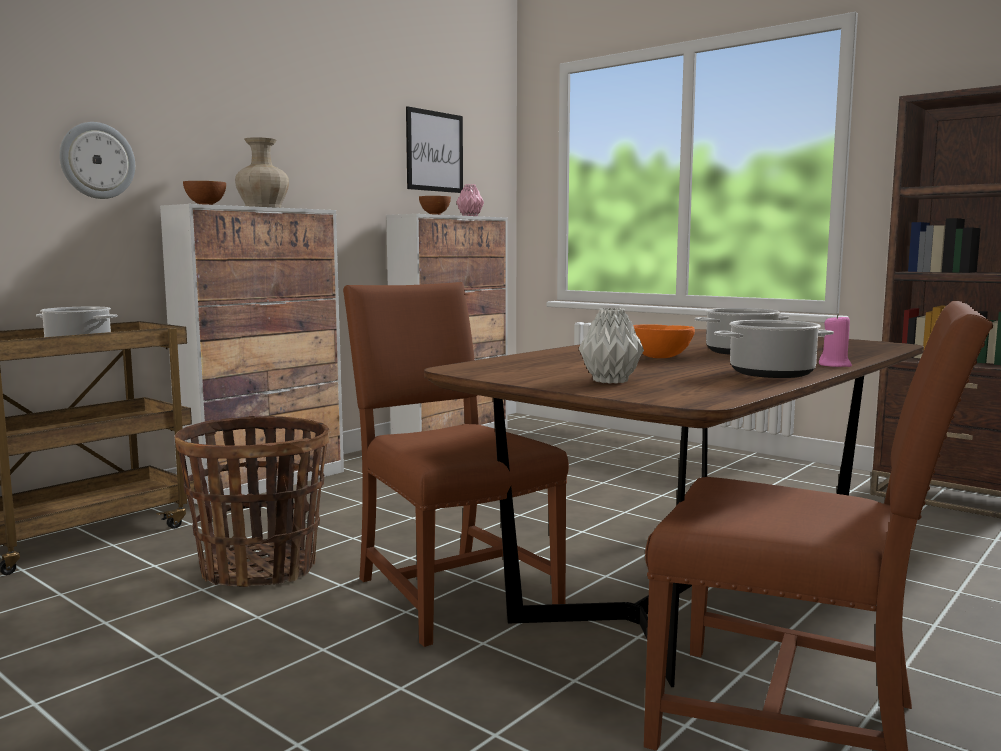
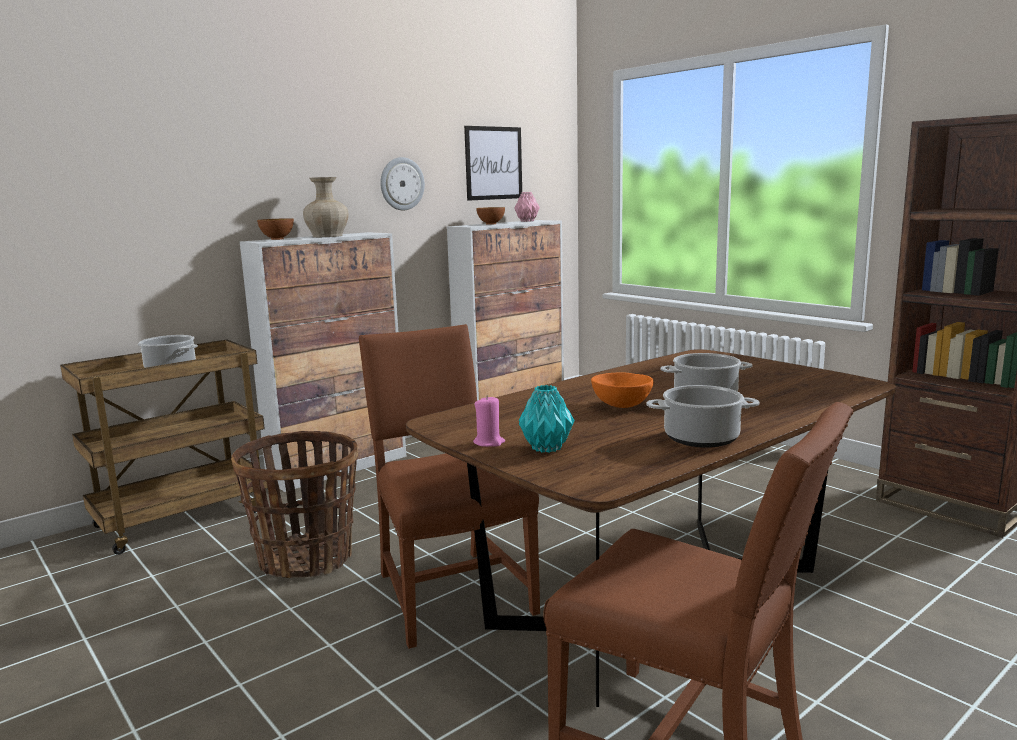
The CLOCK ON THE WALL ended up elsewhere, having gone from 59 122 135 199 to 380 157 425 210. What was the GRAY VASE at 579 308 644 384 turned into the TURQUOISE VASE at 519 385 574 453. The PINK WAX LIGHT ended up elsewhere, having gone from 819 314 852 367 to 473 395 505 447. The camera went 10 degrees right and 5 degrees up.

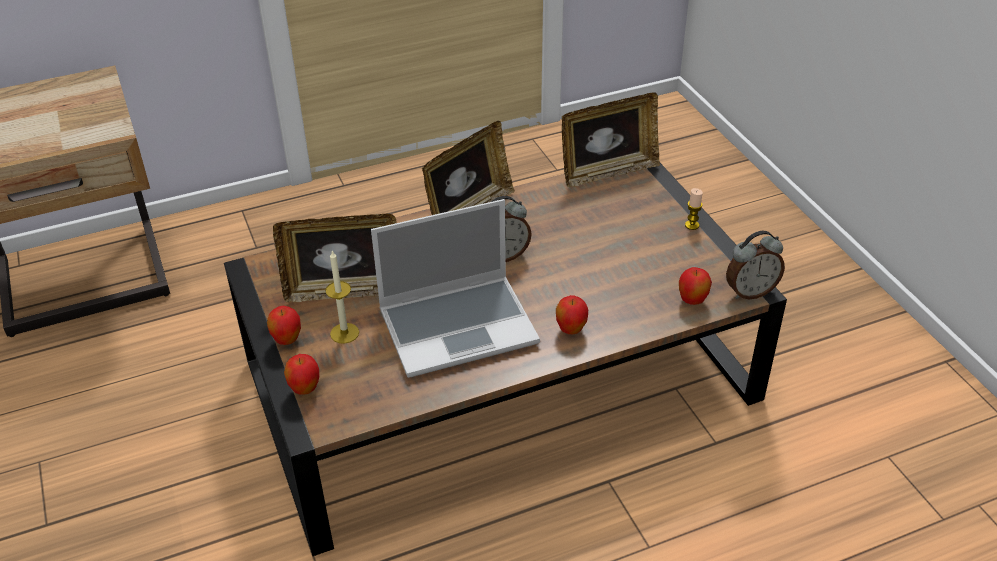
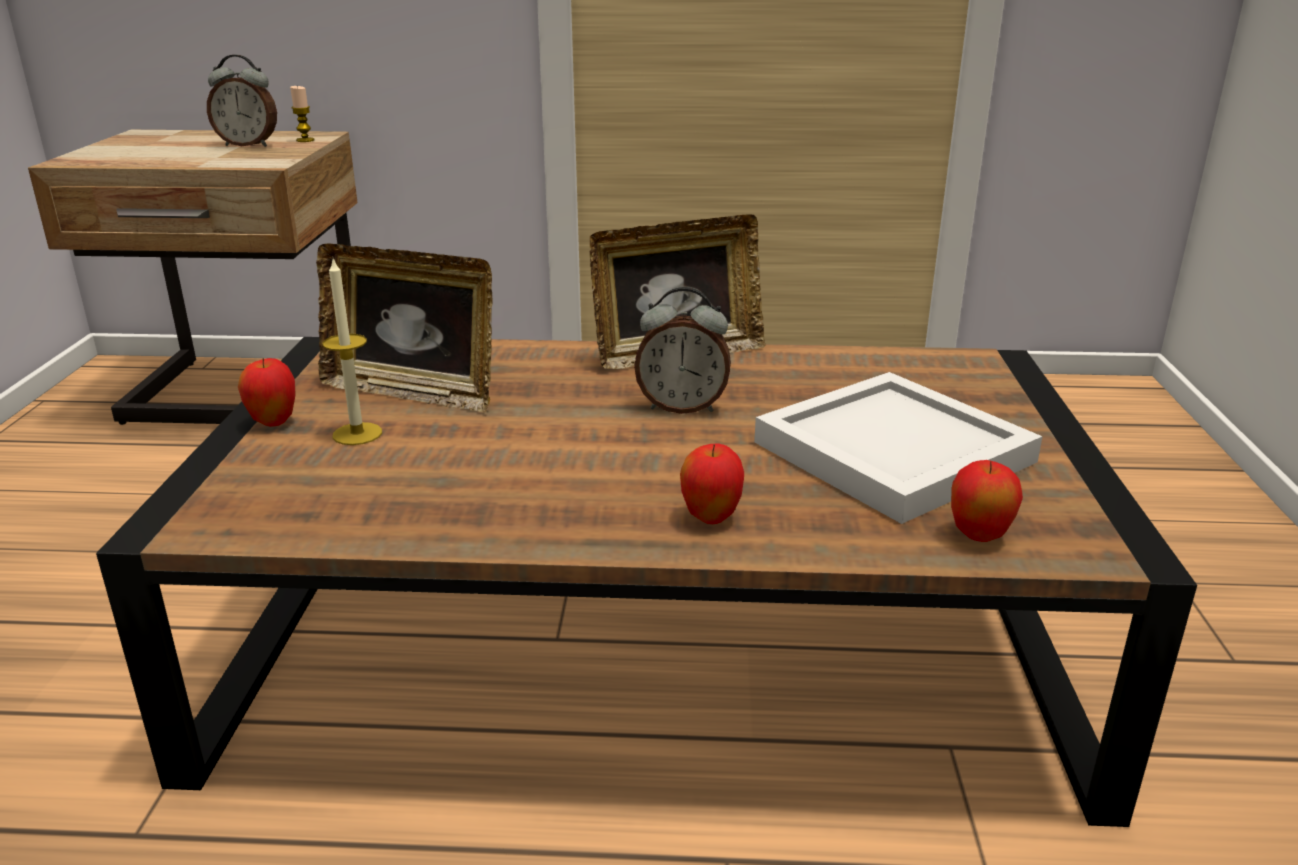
The second view lost the PICTURE FRAME at 562 93 660 187. The WAX LIGHT ended up elsewhere, having gone from 685 188 703 230 to 290 85 314 142. The second view lost the LAPTOP at 371 199 540 378. The TABLE CLOCK ended up elsewhere, having gone from 726 231 785 299 to 207 55 277 147. The second view lost the WHOLE APPLE at 284 354 320 395. The second view gained the WHITE SERVING TRAY at 754 372 1043 524. The camera went 25 degrees right and 15 degrees down.

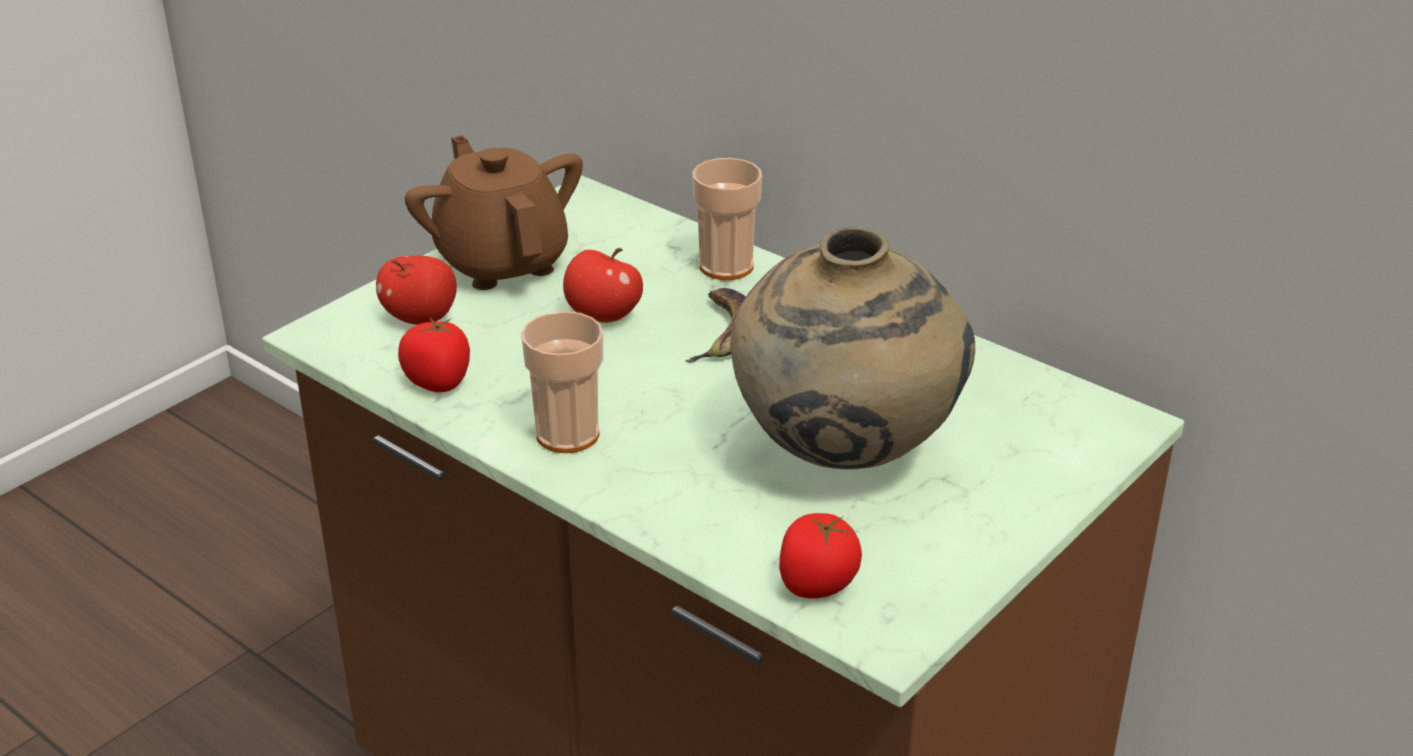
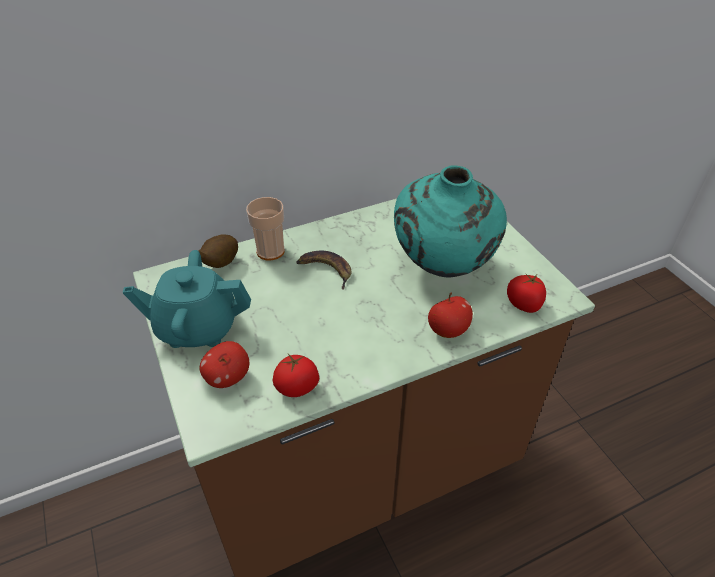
What was the BROWN TEAPOT at 405 135 583 290 turned into the TURQUOISE TEAPOT at 122 250 251 348. What was the BEIGE-COLOURED VASE at 731 227 975 470 turned into the TURQUOISE VASE at 394 165 507 278. The WHOLE APPLE ended up elsewhere, having gone from 563 248 643 323 to 428 292 473 338. The second view lost the CUP at 521 311 603 453. The second view gained the POTATO at 199 234 238 268. The camera went 65 degrees left and 10 degrees up.

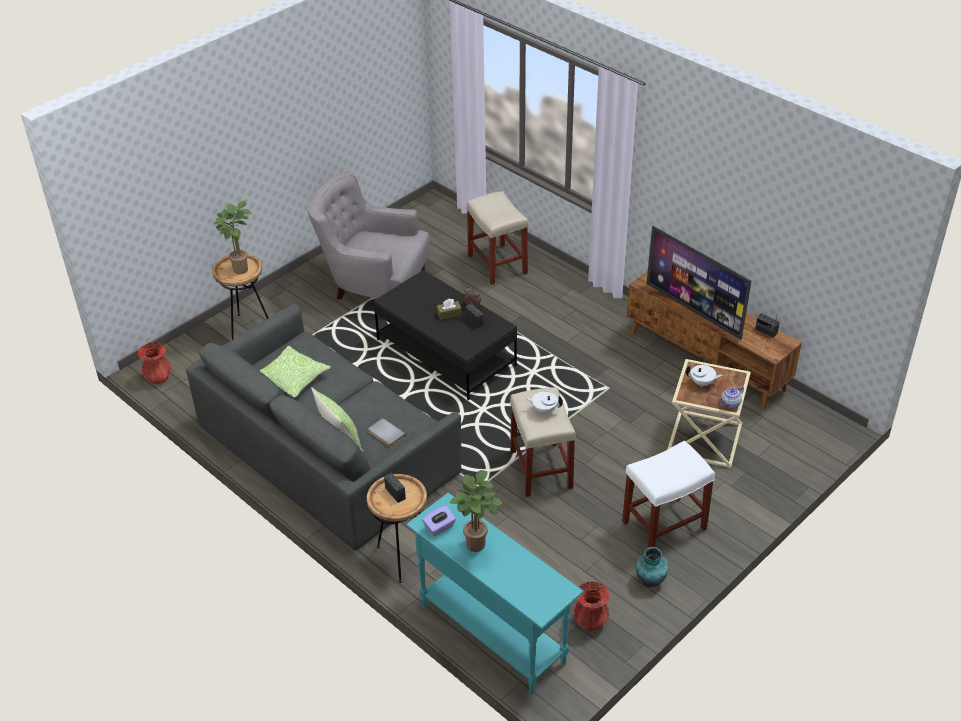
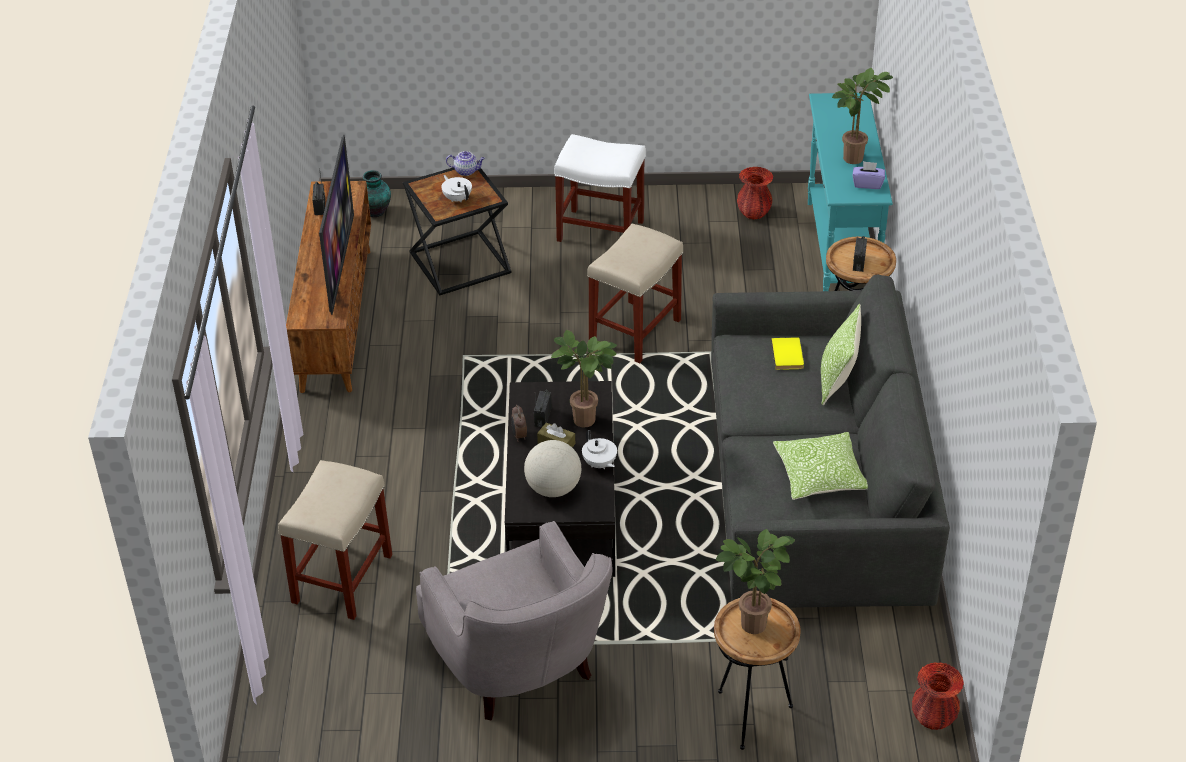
What was the BEIGE-COLOURED END TABLE at 667 359 751 468 turned into the BLACKISH END TABLE at 403 168 512 295. The WHITE TEAPOT ended up elsewhere, having gone from 525 392 563 415 to 582 430 617 469. What was the GRAY BOUND BOOK at 368 418 406 447 turned into the YELLOW BOUND BOOK at 771 337 804 370. The VASE ended up elsewhere, having gone from 636 547 668 588 to 363 170 391 217. The second view gained the PLANT IN A POT at 551 330 617 428. The second view gained the GLOBE at 524 440 581 497. The camera went 135 degrees left and 0 degrees up.

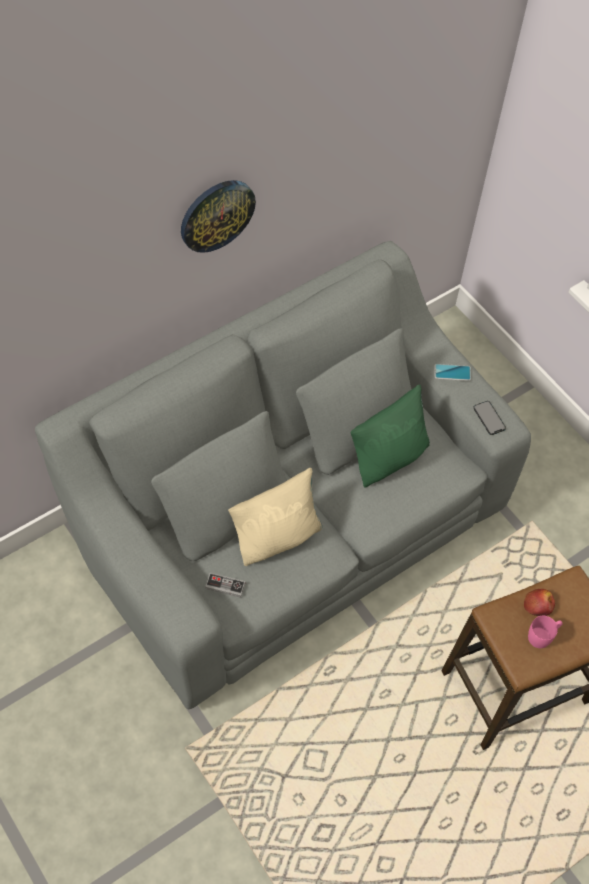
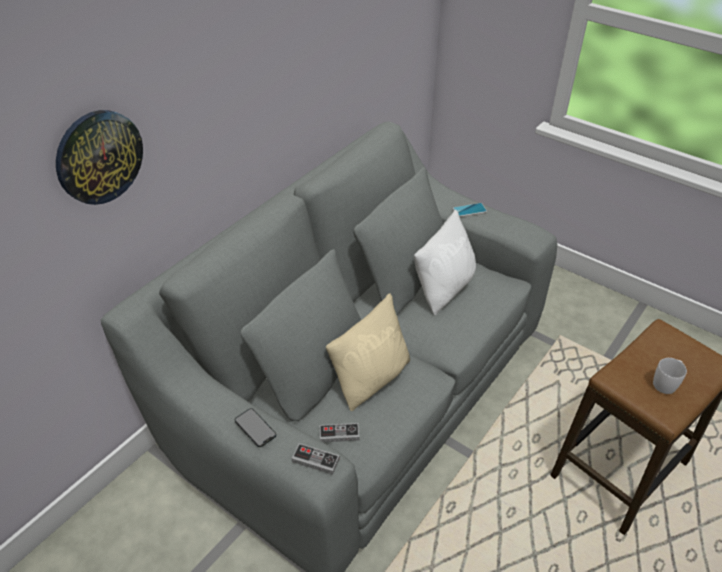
The CLOCK ON THE WALL ended up elsewhere, having gone from 181 180 256 253 to 56 110 143 205. What was the GREEN-COLOURED THROW PILLOW at 351 384 430 488 turned into the WHITE THROW PILLOW at 414 209 476 315. The HANDSET ended up elsewhere, having gone from 473 401 506 435 to 235 408 276 447. The second view lost the WHOLE APPLE at 524 589 555 616. What was the PINK COFFEE MUG at 528 616 563 648 turned into the WHITE COFFEE MUG at 653 358 687 394. The second view gained the GAMEPAD at 292 443 340 475. The camera went 15 degrees left and 15 degrees down.

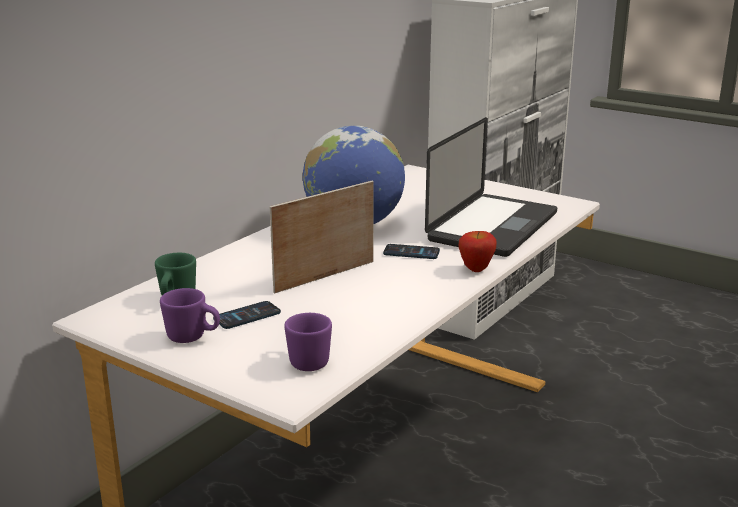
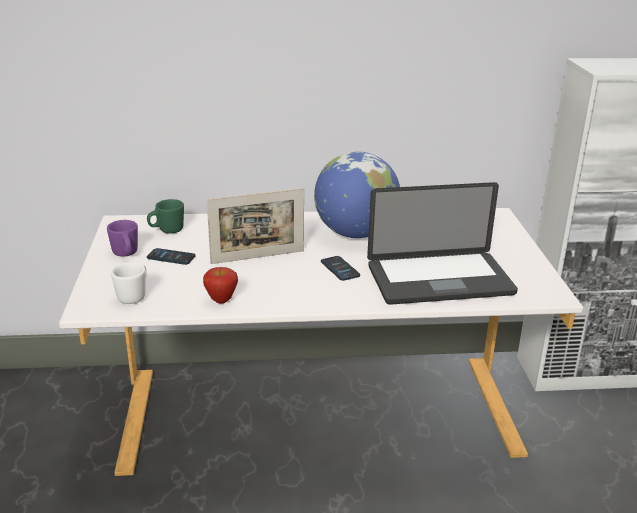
The PICTURE FRAME at 270 181 374 293 ended up facing another way, 150 degrees clockwise from before. The WHOLE APPLE ended up elsewhere, having gone from 459 231 496 272 to 203 267 238 304. What was the PURPLE COFFEE MUG at 284 313 332 371 turned into the WHITE COFFEE MUG at 111 262 147 304. The camera went 50 degrees right and 5 degrees up.

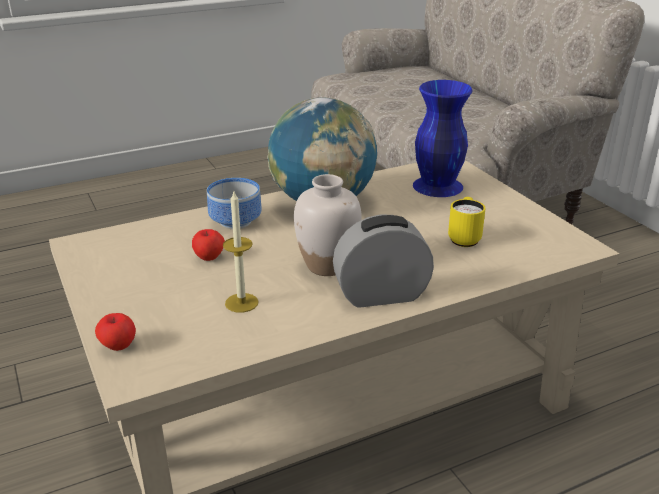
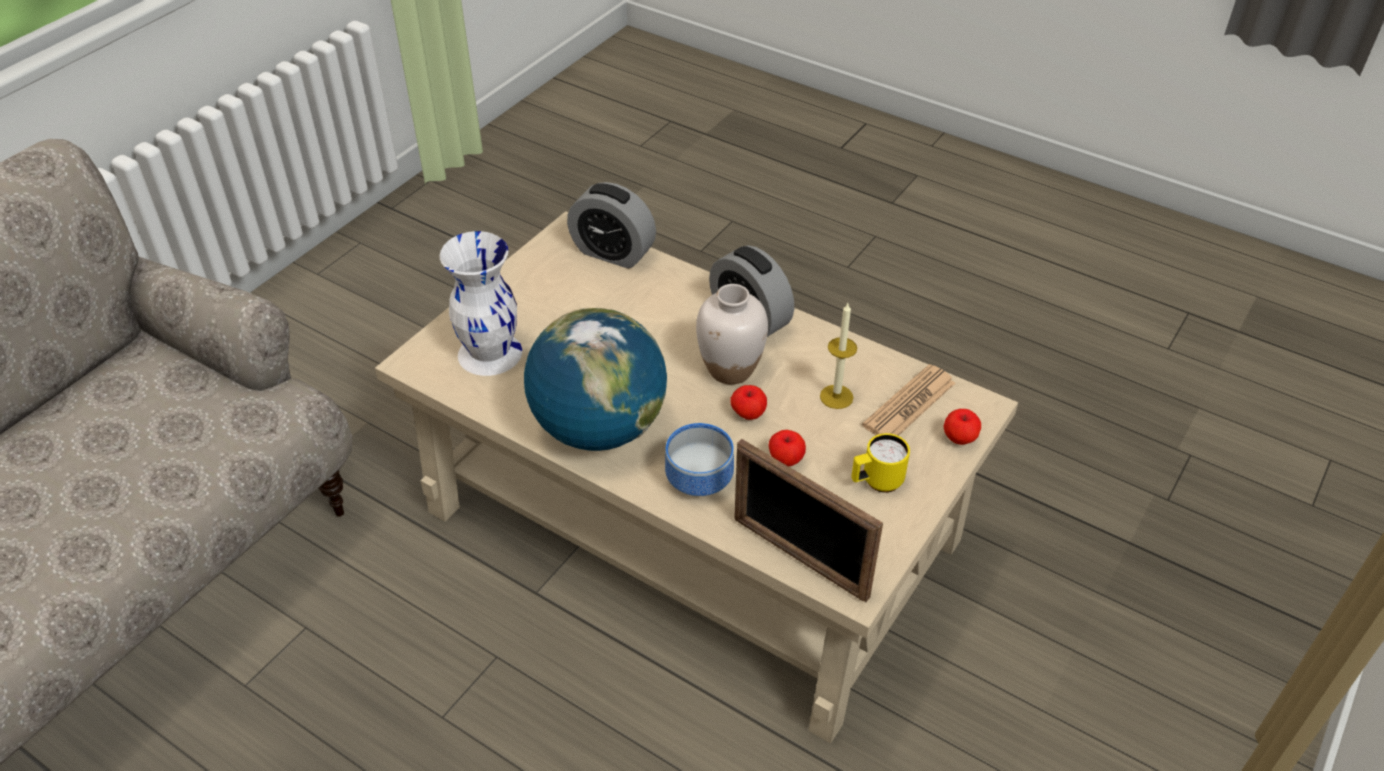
What was the BLUE-COLOURED VASE at 413 80 473 197 turned into the WHITE VASE at 439 231 522 376. The YELLOW COFFEE MUG ended up elsewhere, having gone from 448 197 486 247 to 851 433 910 493. The second view gained the TABLE CLOCK at 567 182 656 269. The second view gained the NEWSPAPER at 862 364 955 436. The second view gained the WHOLE APPLE at 730 385 767 420. The second view gained the PICTURE FRAME at 734 439 883 602. The camera went 120 degrees left and 15 degrees up.

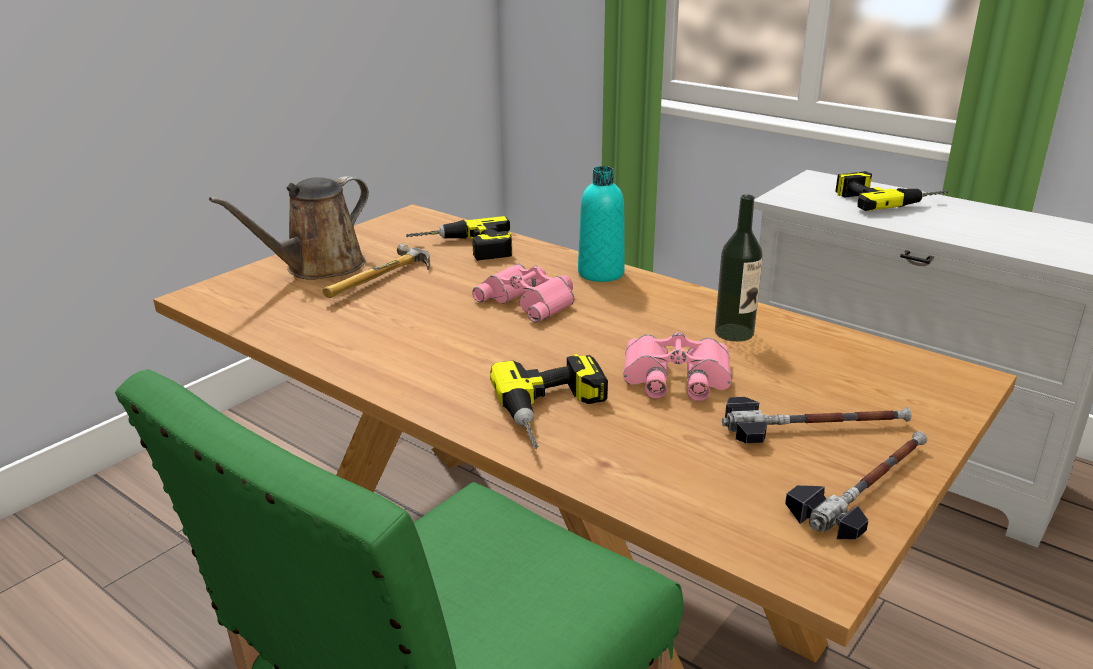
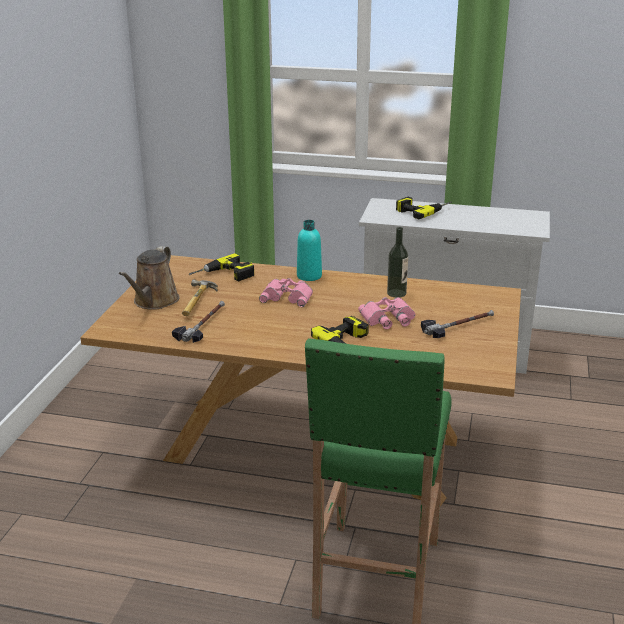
The HAMMER ended up elsewhere, having gone from 785 431 927 540 to 172 301 225 343. The camera went 25 degrees left and 0 degrees up.

